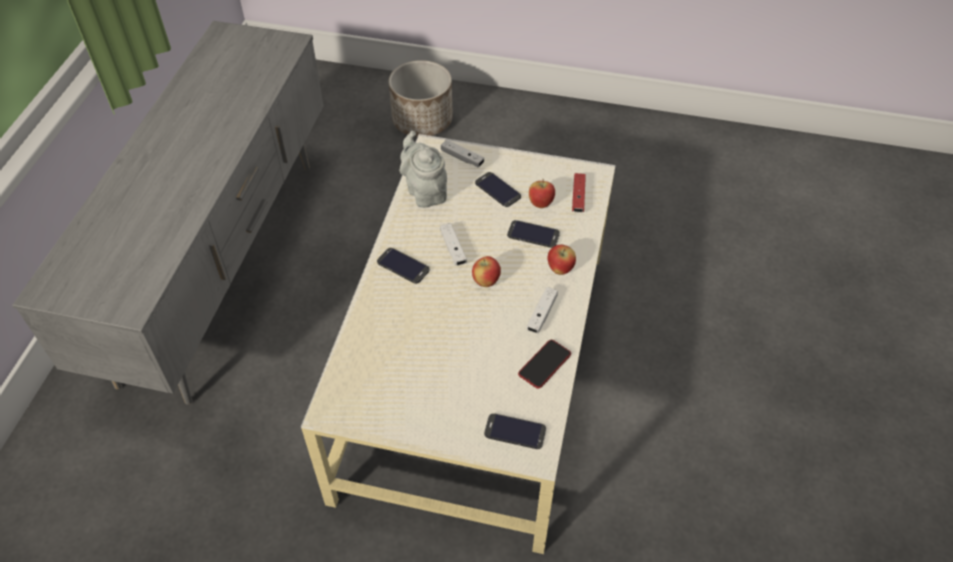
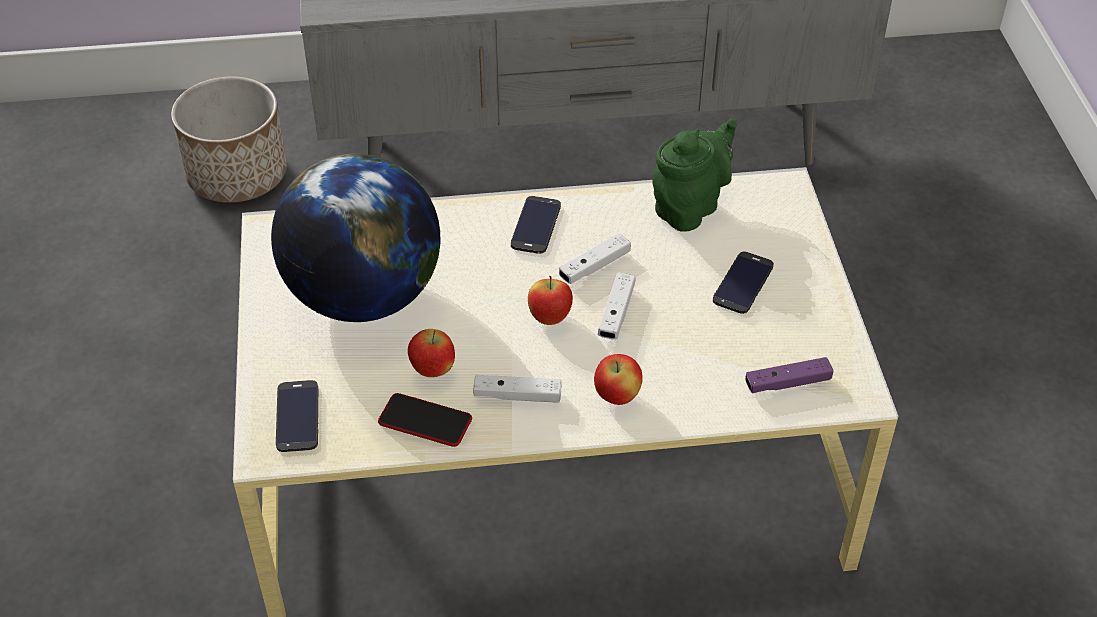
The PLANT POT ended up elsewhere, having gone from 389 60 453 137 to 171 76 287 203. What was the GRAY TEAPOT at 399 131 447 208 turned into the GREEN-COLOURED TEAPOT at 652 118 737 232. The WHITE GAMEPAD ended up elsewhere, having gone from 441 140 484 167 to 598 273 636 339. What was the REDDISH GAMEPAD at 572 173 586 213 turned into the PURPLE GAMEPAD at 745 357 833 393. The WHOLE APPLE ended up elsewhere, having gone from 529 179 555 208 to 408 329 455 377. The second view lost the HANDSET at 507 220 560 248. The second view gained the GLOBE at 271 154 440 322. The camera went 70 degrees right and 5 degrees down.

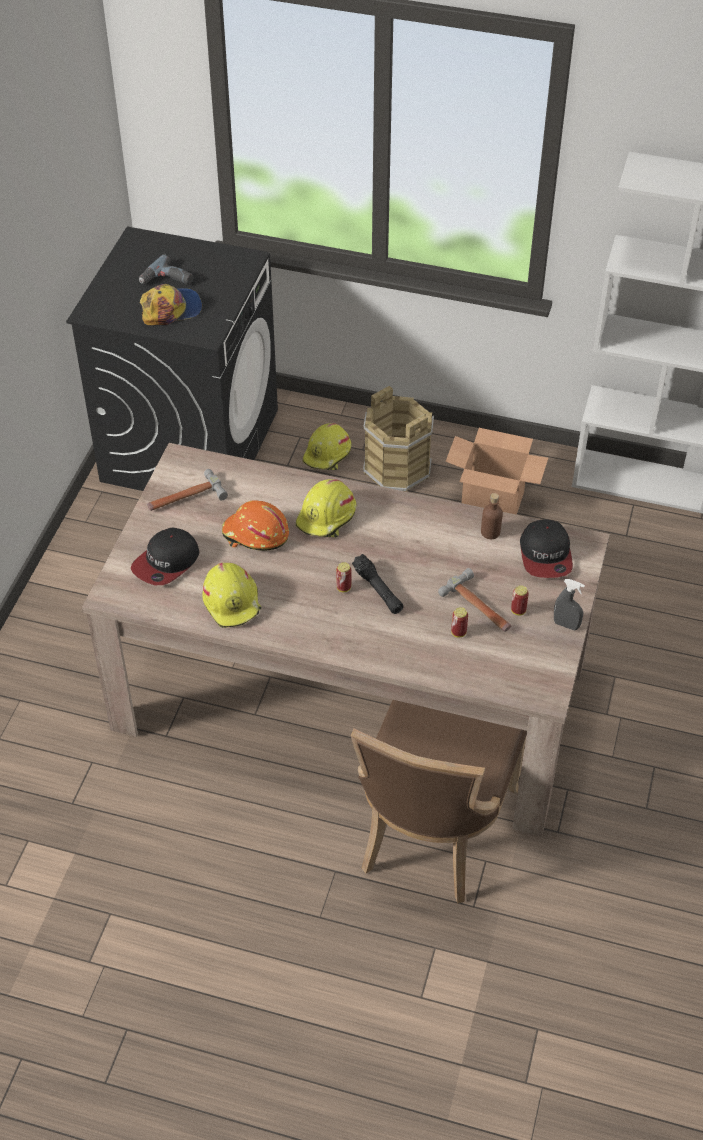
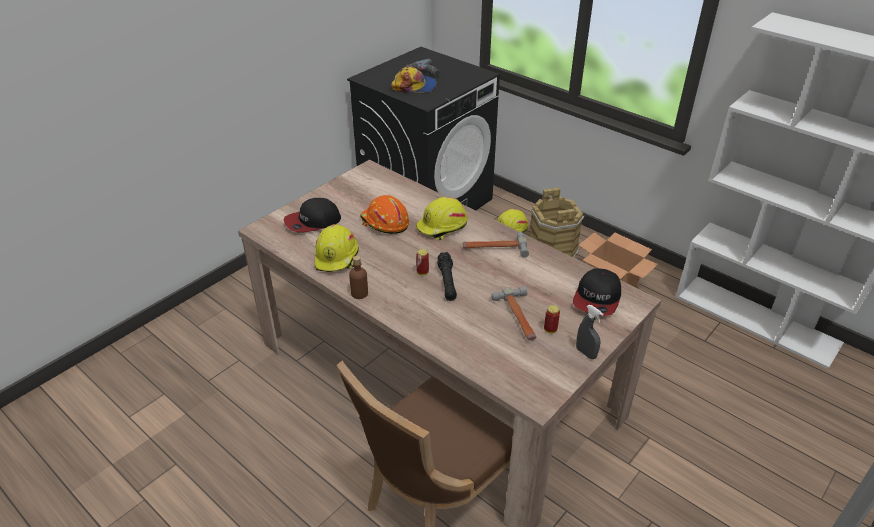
The HAMMER ended up elsewhere, having gone from 147 469 228 511 to 463 232 529 258. The BROWN BEVERAGE BOTTLE ended up elsewhere, having gone from 481 493 503 539 to 349 256 368 299. The second view lost the SEALED CAN at 451 607 468 638. The camera went 25 degrees right and 10 degrees down.

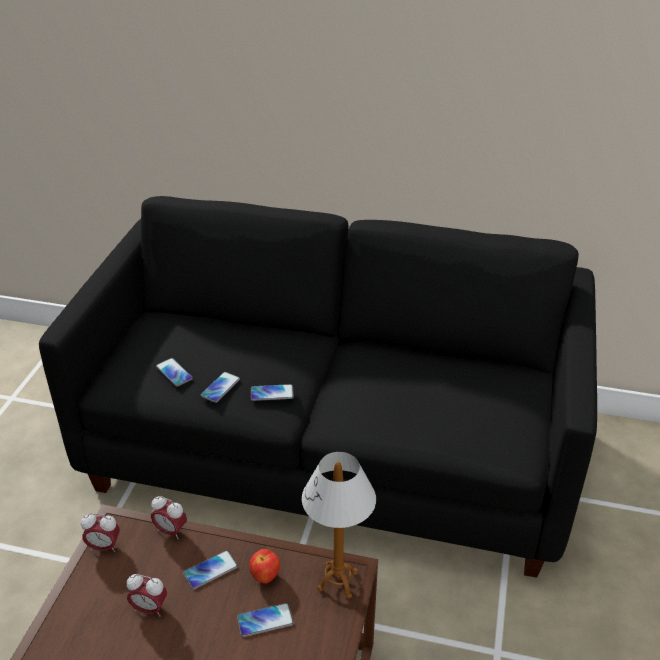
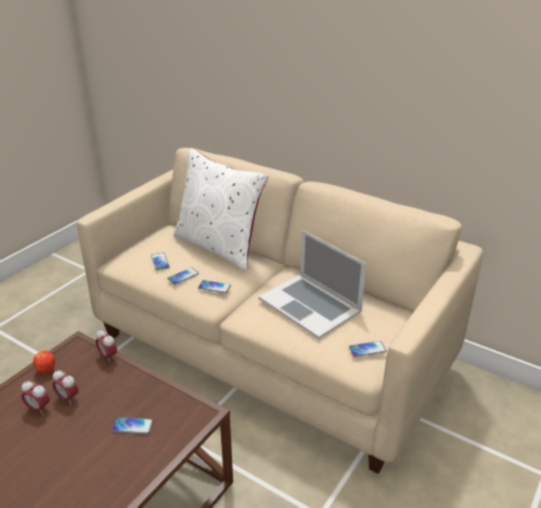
What was the BLACKISH SETTEE at 39 196 597 578 turned into the BEIGE-COLOURED SETTEE at 77 148 483 474. The second view lost the LAMP FOR A TABLE at 302 452 376 599. The TABLE CLOCK ended up elsewhere, having gone from 81 513 120 552 to 21 380 50 415. The WHOLE APPLE ended up elsewhere, having gone from 249 549 280 584 to 33 351 55 374. The HANDSET ended up elsewhere, having gone from 183 550 238 589 to 349 341 386 357. The second view gained the WHITE THROW PILLOW at 173 148 268 271. The second view gained the LAPTOP at 259 230 366 339. The camera went 20 degrees right and 5 degrees down.

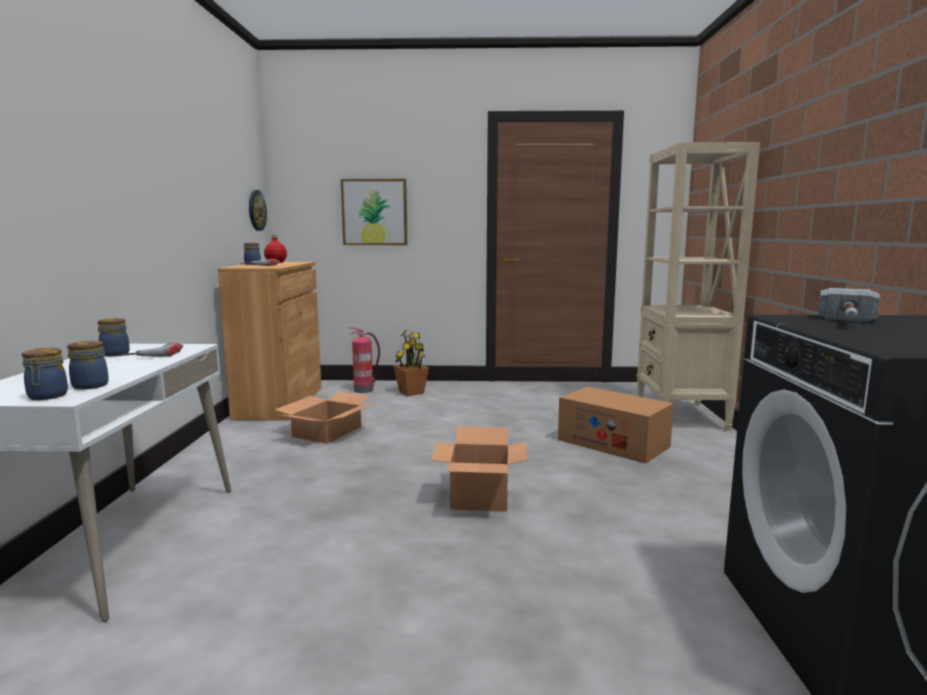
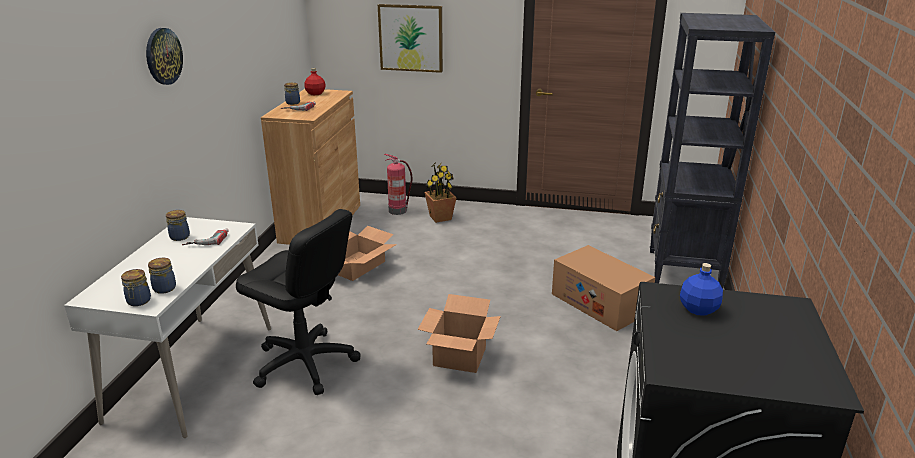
What was the BEIGE-COLOURED SHELVING UNIT at 637 142 760 431 turned into the BLACKISH SHELVING UNIT at 650 13 775 289. The CLOCK ON THE WALL ended up elsewhere, having gone from 249 190 267 231 to 146 28 183 85. Where the HAMMER stood at 818 288 880 322, the BLUE-COLOURED BEVERAGE BOTTLE came to stand at 680 263 723 316. The second view gained the BLACKISH COMPUTER CHAIR at 236 209 360 395. The camera went 10 degrees right and 15 degrees up.

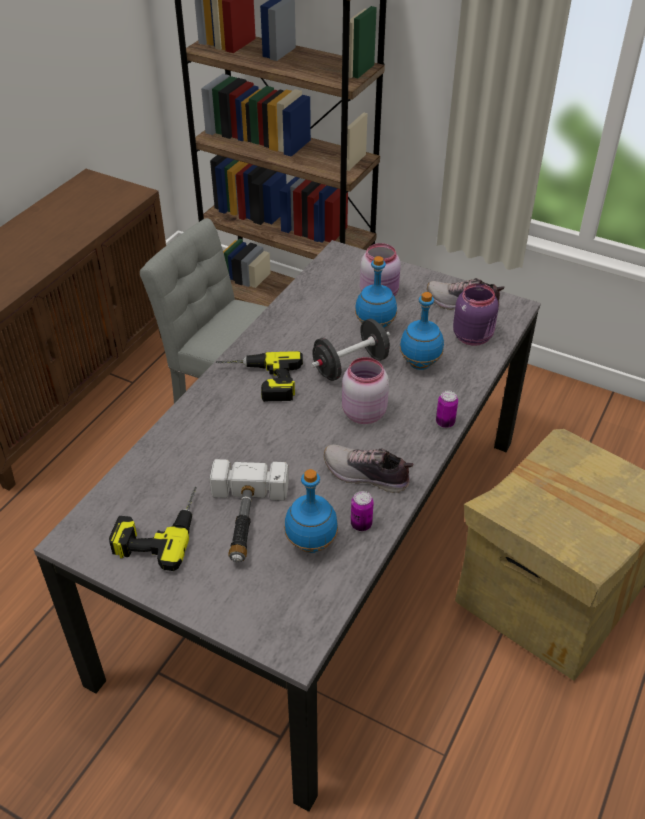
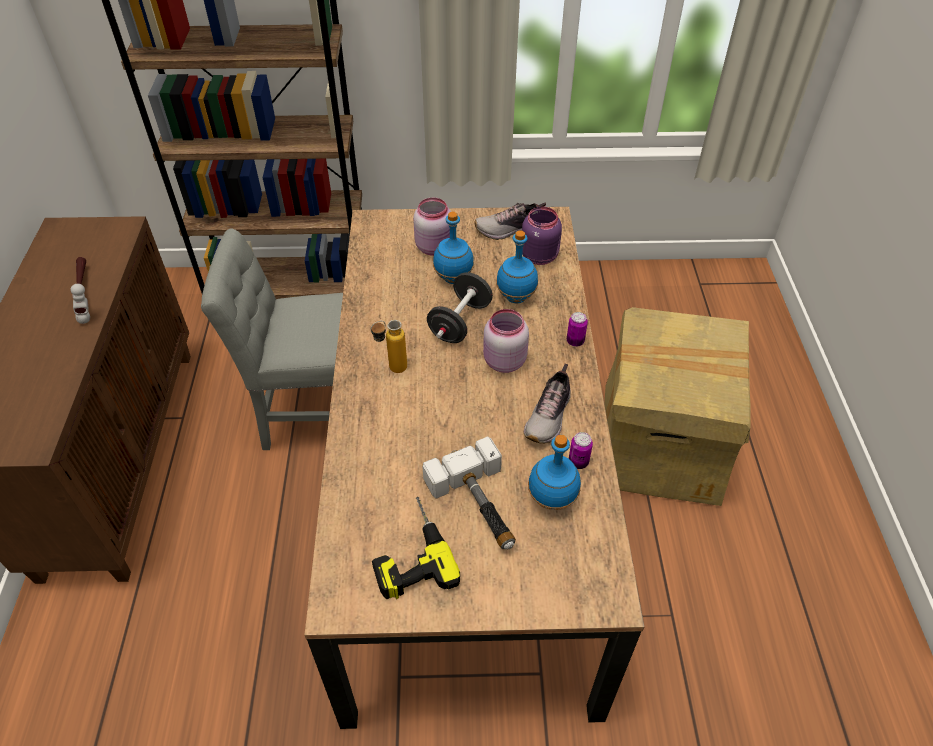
What was the GRAY KITCHEN TABLE at 34 240 541 812 turned into the BROWN KITCHEN TABLE at 304 207 644 729. Where the POWER DRILL stood at 216 351 303 402, the BEVERAGE BOTTLE came to stand at 371 320 407 373. The ITEM OF FOOTWEAR at 324 444 413 493 ended up facing another way, 60 degrees counterclockwise from before. The second view gained the HAMMER at 70 257 90 324. The camera went 30 degrees left and 5 degrees up.

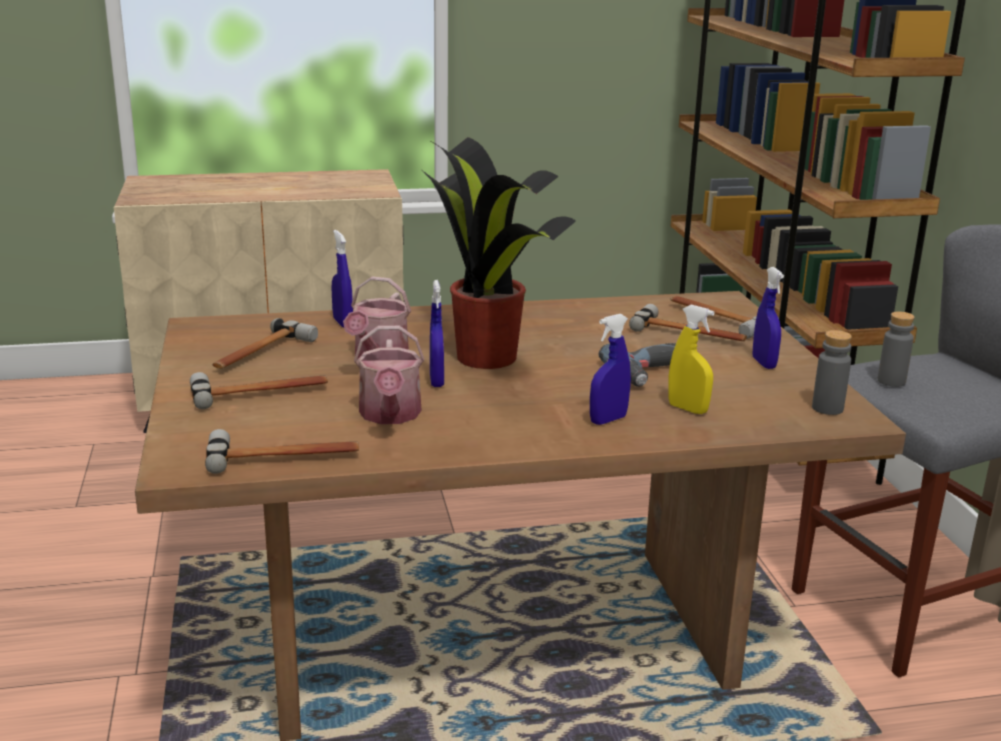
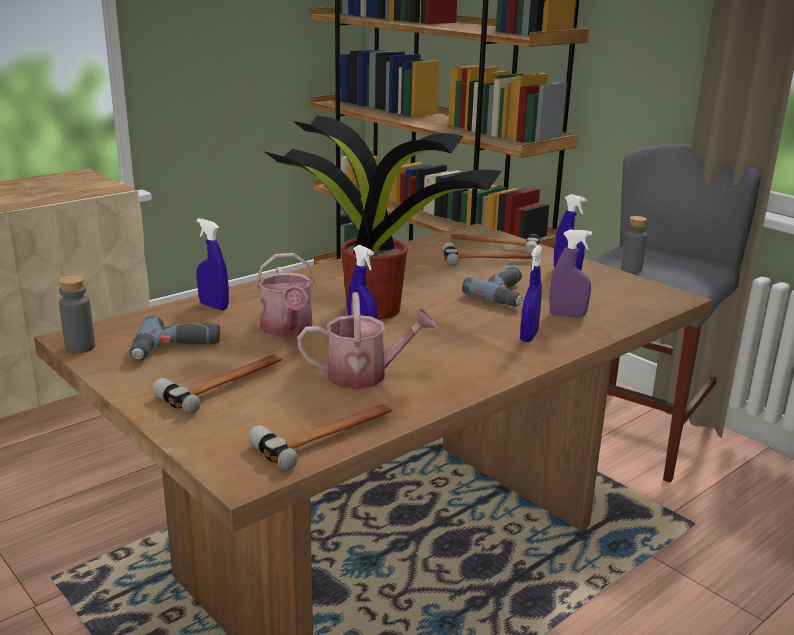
What was the YELLOW HAND SPRAYER at 668 305 715 414 turned into the PURPLE HAND SPRAYER at 549 230 592 317. Where the HAMMER stood at 213 318 318 369, the POWER DRILL came to stand at 130 316 220 360. The WATERING CAN at 354 326 424 424 ended up facing another way, 60 degrees counterclockwise from before. The GRAY BEVERAGE BOTTLE ended up elsewhere, having gone from 812 330 852 415 to 59 275 95 354. The camera went 30 degrees left and 0 degrees up.

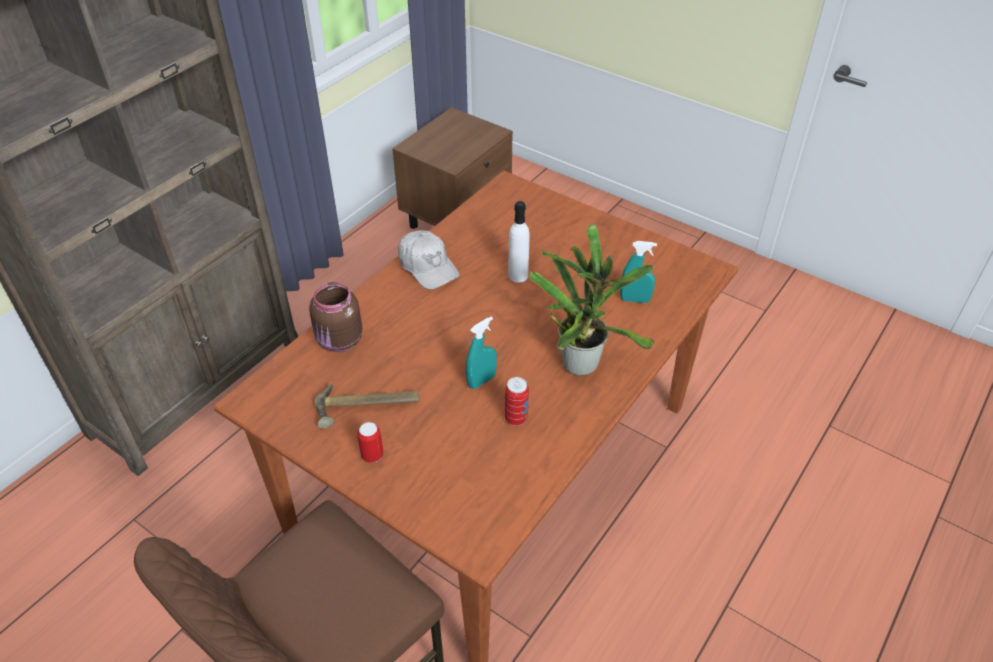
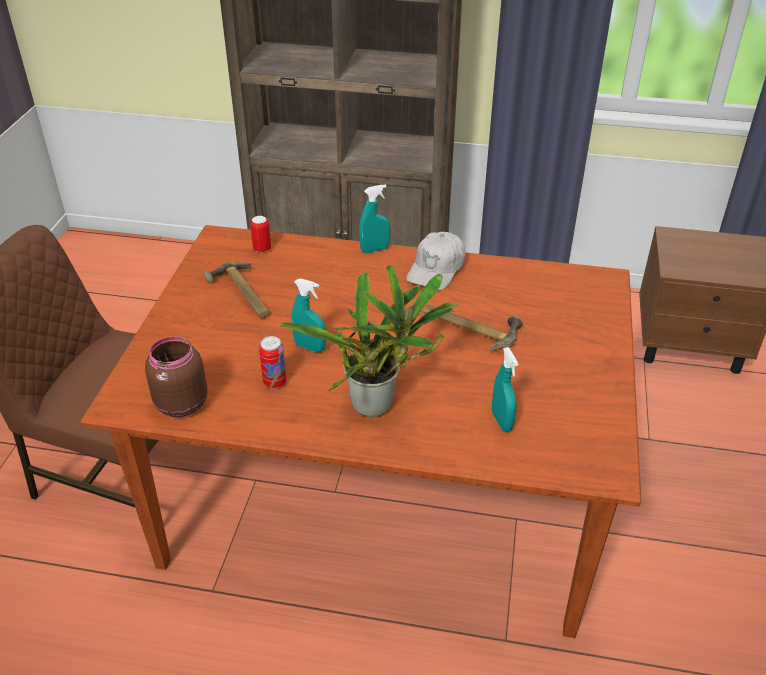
Where the WHITE BEVERAGE BOTTLE stood at 508 201 529 283, the HAMMER came to stand at 423 304 523 351. The BROWN PRESERVE JAR ended up elsewhere, having gone from 309 282 363 352 to 145 336 207 418. The SEALED CAN ended up elsewhere, having gone from 357 422 384 463 to 250 216 271 253. The second view gained the TURQUOISE HAND SPRAYER at 359 184 390 253. The camera went 65 degrees right and 5 degrees down.

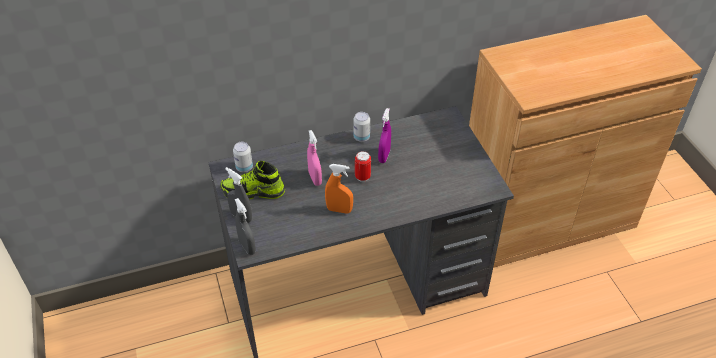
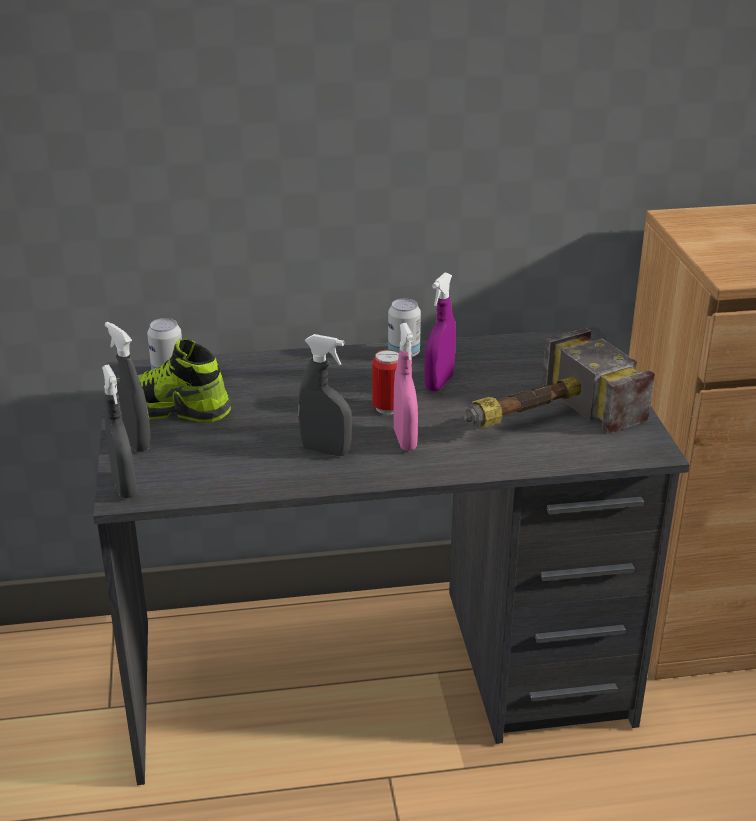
The PINK HAND SPRAYER ended up elsewhere, having gone from 307 130 322 186 to 394 323 418 451. What was the ORANGE-COLOURED HAND SPRAYER at 325 164 353 214 turned into the GRAY HAND SPRAYER at 298 334 352 456. The second view gained the HAMMER at 464 328 655 434. The camera went 10 degrees right and 15 degrees down.

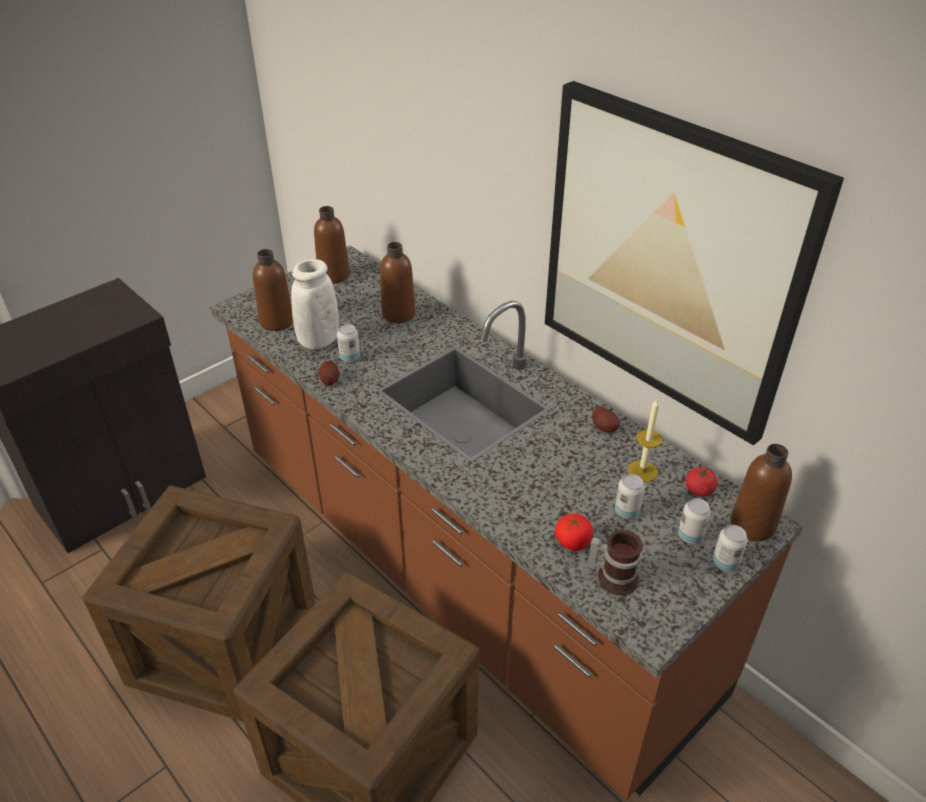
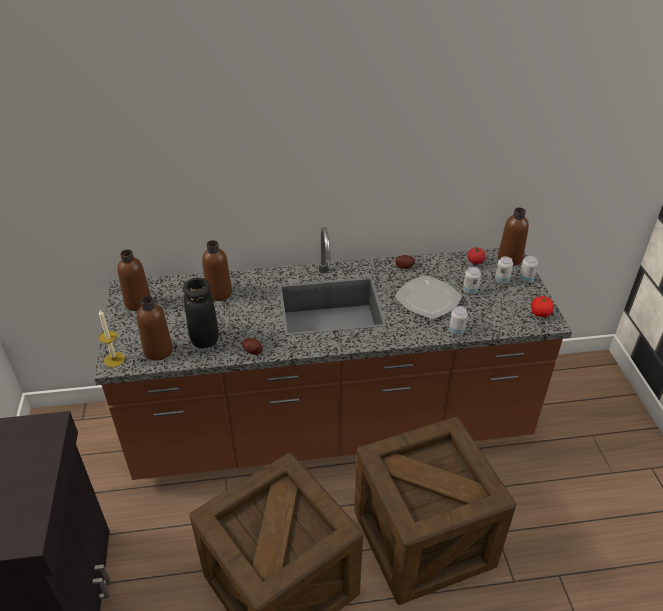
The second view lost the WALL ART at 545 81 844 445. What was the WHITE VASE at 291 259 339 349 turned into the BLACKISH VASE at 183 278 218 348. The SEALED CAN ended up elsewhere, having gone from 337 324 360 362 to 449 306 468 335. The WAX LIGHT ended up elsewhere, having gone from 628 399 662 482 to 99 310 125 367. The WHOLE TOMATO ended up elsewhere, having gone from 555 513 593 551 to 531 296 553 317. The second view lost the COFFEE MUG at 587 530 643 595. The second view gained the PLATE at 395 275 462 319. The camera went 55 degrees left and 0 degrees up.

